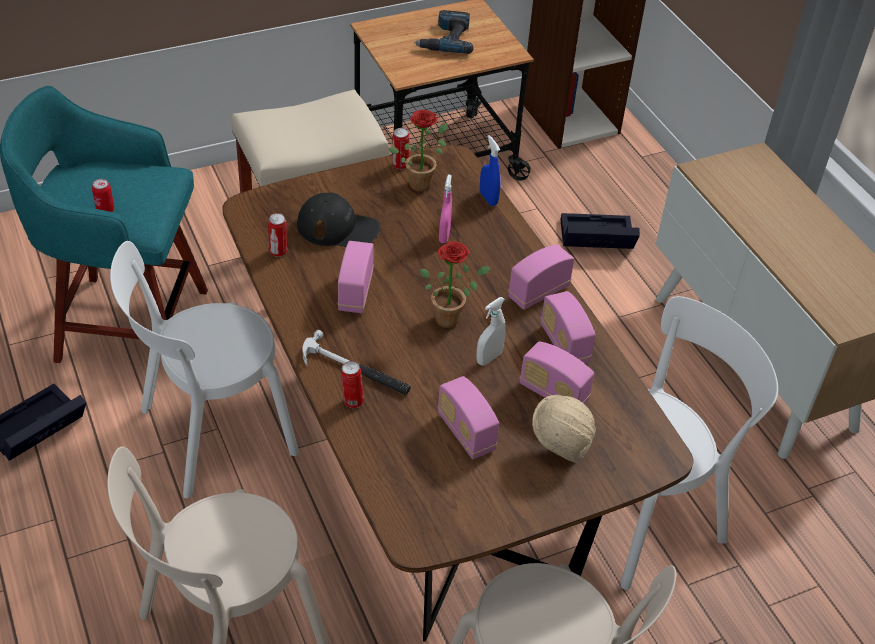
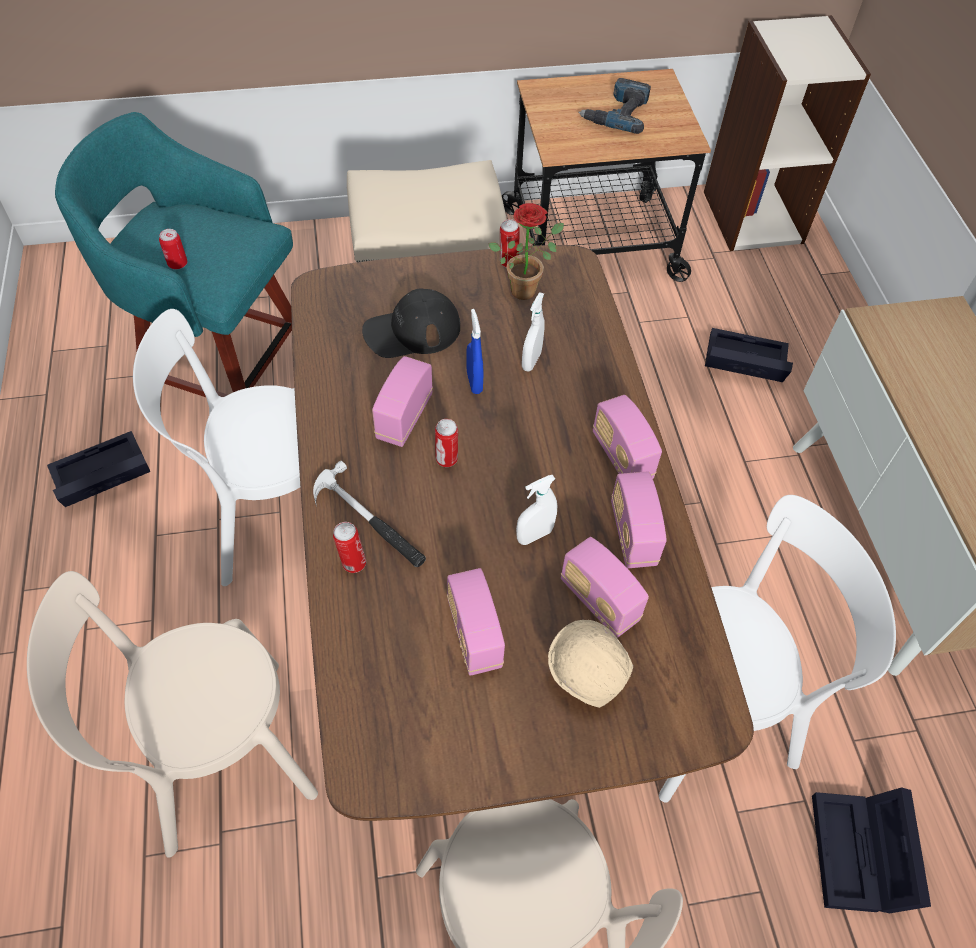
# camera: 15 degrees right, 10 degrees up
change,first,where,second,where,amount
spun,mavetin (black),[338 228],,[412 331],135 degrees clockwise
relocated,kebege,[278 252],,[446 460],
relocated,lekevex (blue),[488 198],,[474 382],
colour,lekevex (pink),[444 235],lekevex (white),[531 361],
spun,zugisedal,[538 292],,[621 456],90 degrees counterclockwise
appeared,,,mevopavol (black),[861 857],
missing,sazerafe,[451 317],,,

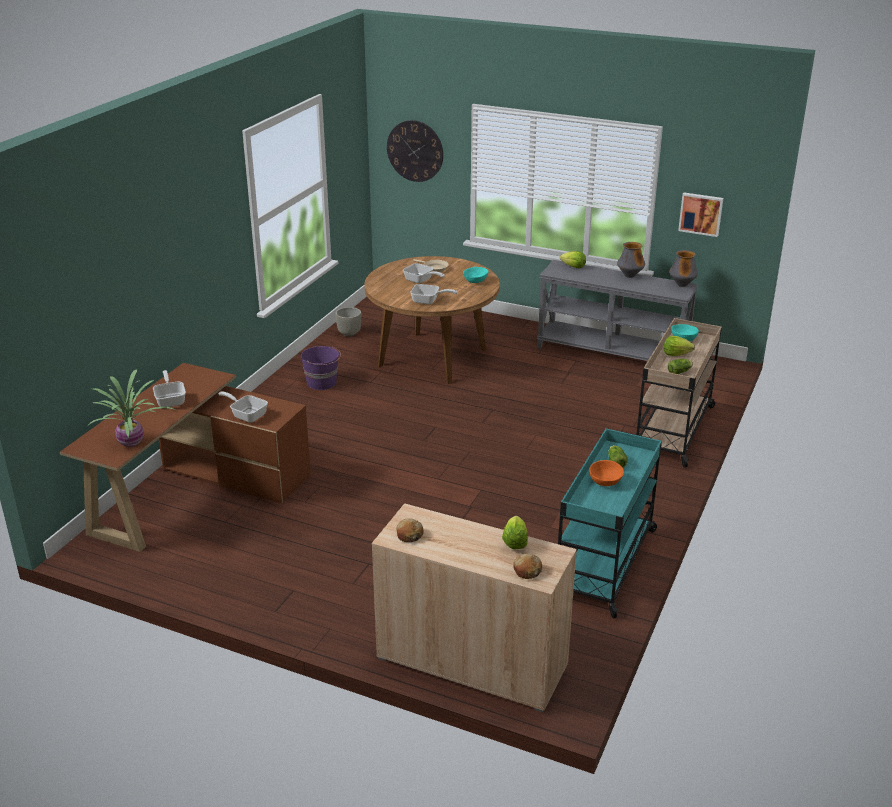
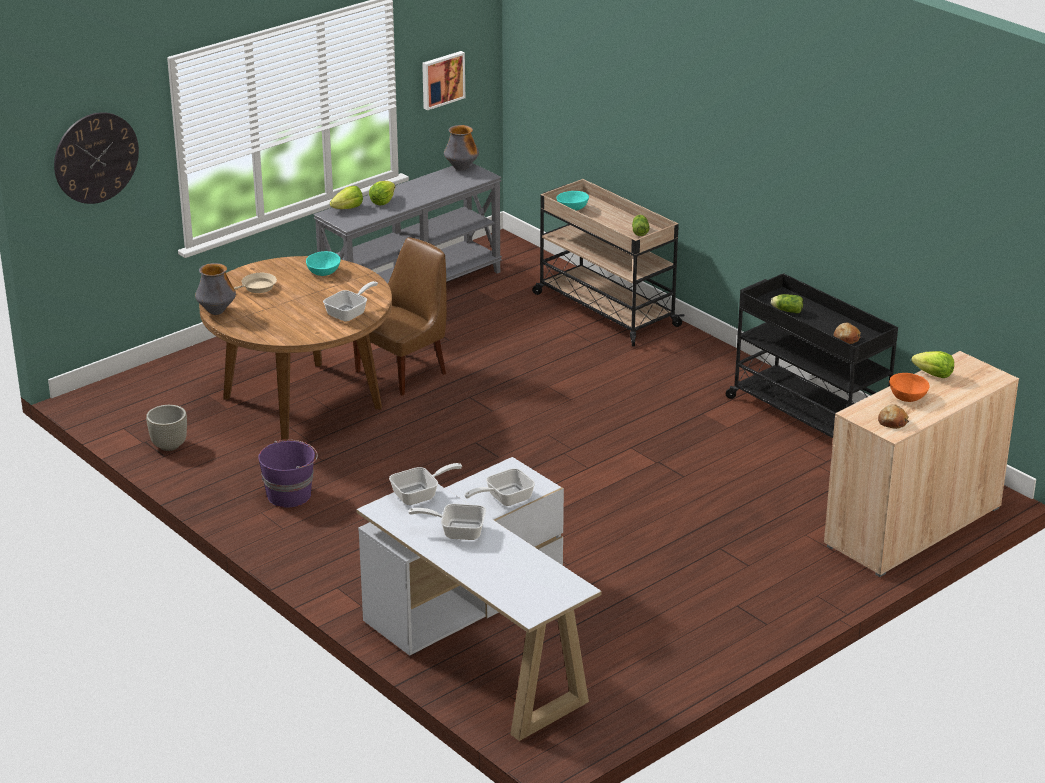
# camera: 65 degrees left, 0 degrees up
change,first,where,second,where,amount
relocated,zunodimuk,[630 276],,[216 311],
appeared,,,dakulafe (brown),[404 371],
colour,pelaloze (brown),[195 491],pelaloze (white),[482 640],
relocated,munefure,[676 354],,[383 201],
relocated,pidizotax,[421 281],,[420 495],
colour,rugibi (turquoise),[605 563],rugibi (black),[807 416],
relocated,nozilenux,[527 570],,[846 338],
relocated,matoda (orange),[605 481],,[907 397],
missing,sazerafe,[132 443],,,

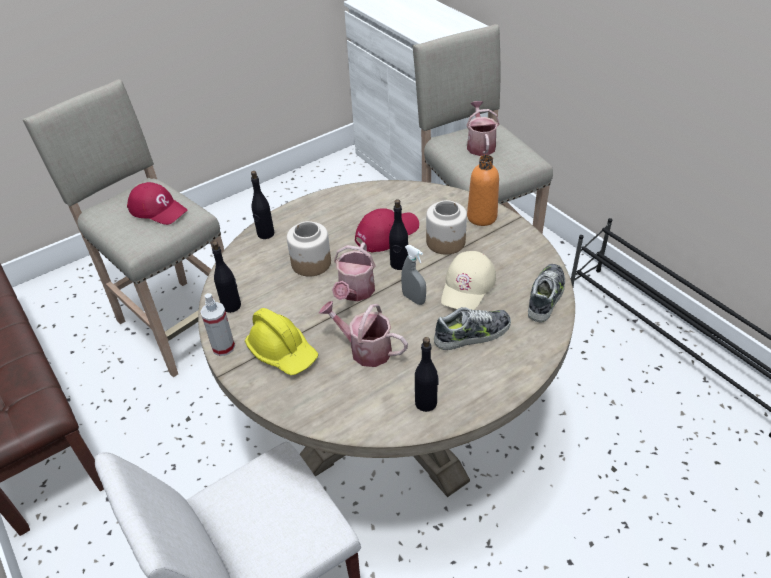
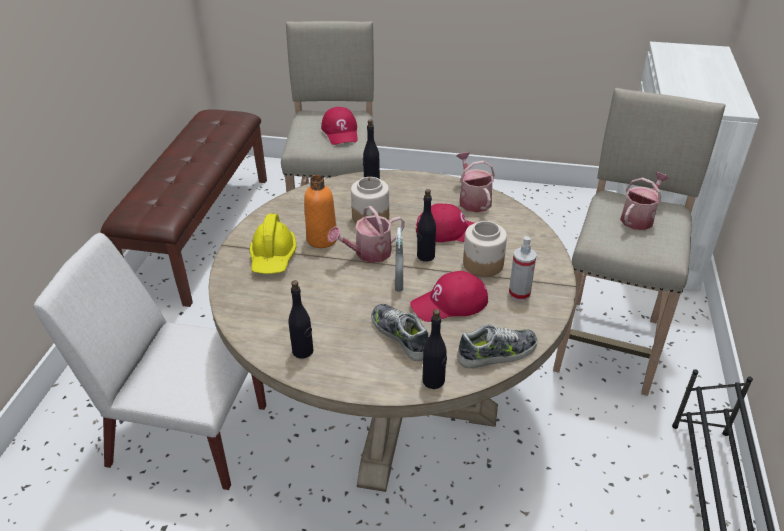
# camera: 45 degrees right, 5 degrees down
change,first,where,second,where,amount
relocated,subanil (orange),[482 217],,[322 239],
spun,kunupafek,[473 334],,[401 336],150 degrees counterclockwise
colour,mavetin (beige),[468 286],mavetin (red),[449 303],
relocated,subanil (black),[231 306],,[433 381],
relocated,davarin,[365 349],,[473 200],
relocated,lekevex,[223 347],,[519 293],

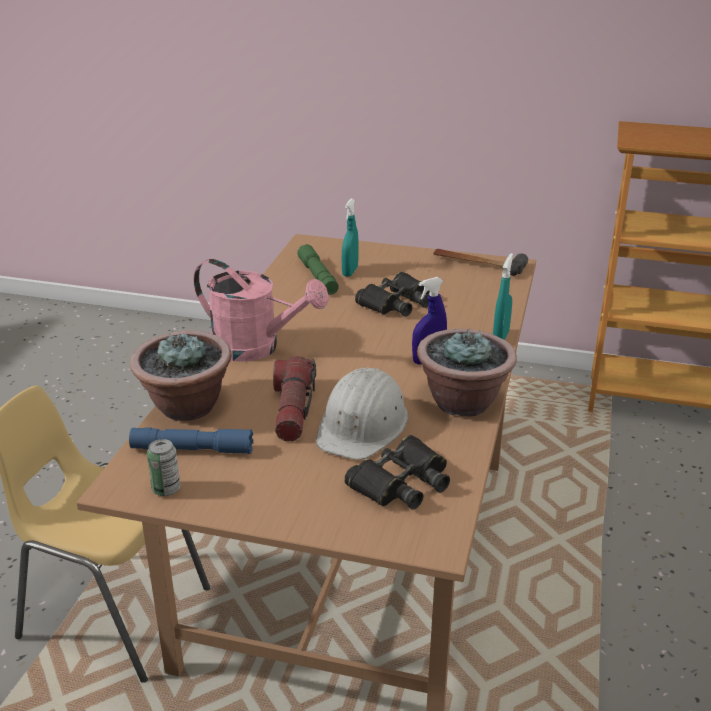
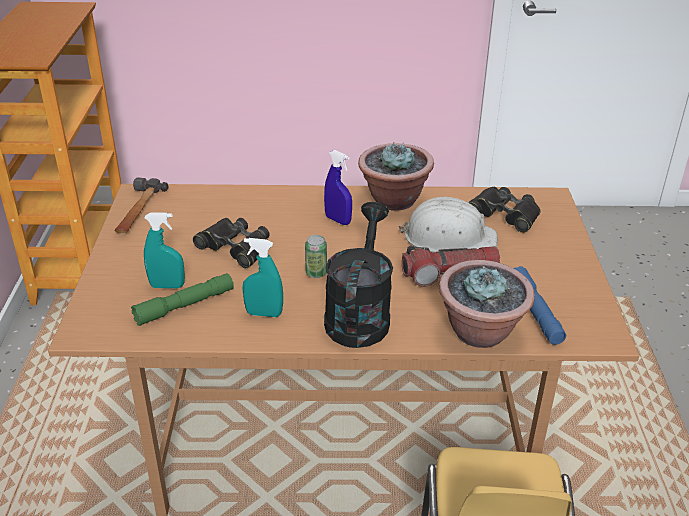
# camera: 105 degrees left, 5 degrees up
change,first,where,second,where,amount
relocated,lekevex (turquoise),[500 337],,[264 314],
relocated,kebege,[166 489],,[316 273],
colour,davarin (pink),[256 348],davarin (black),[359 315],

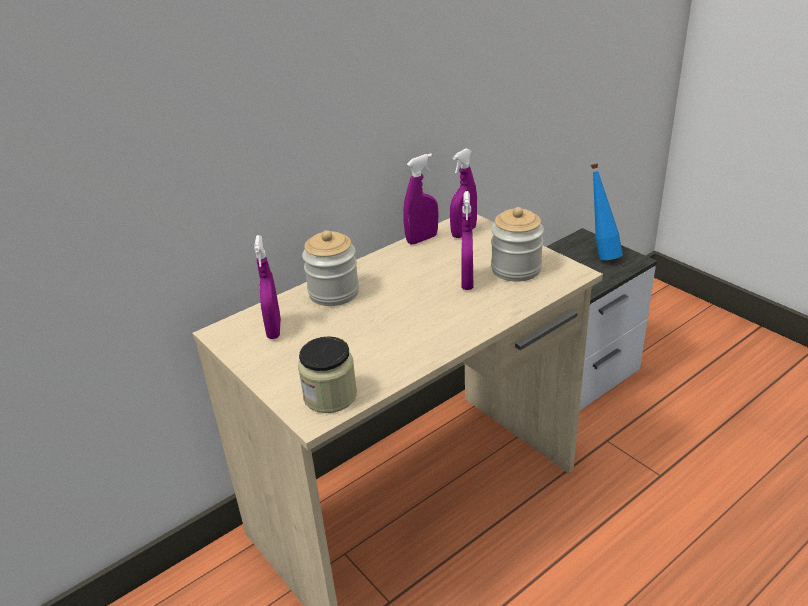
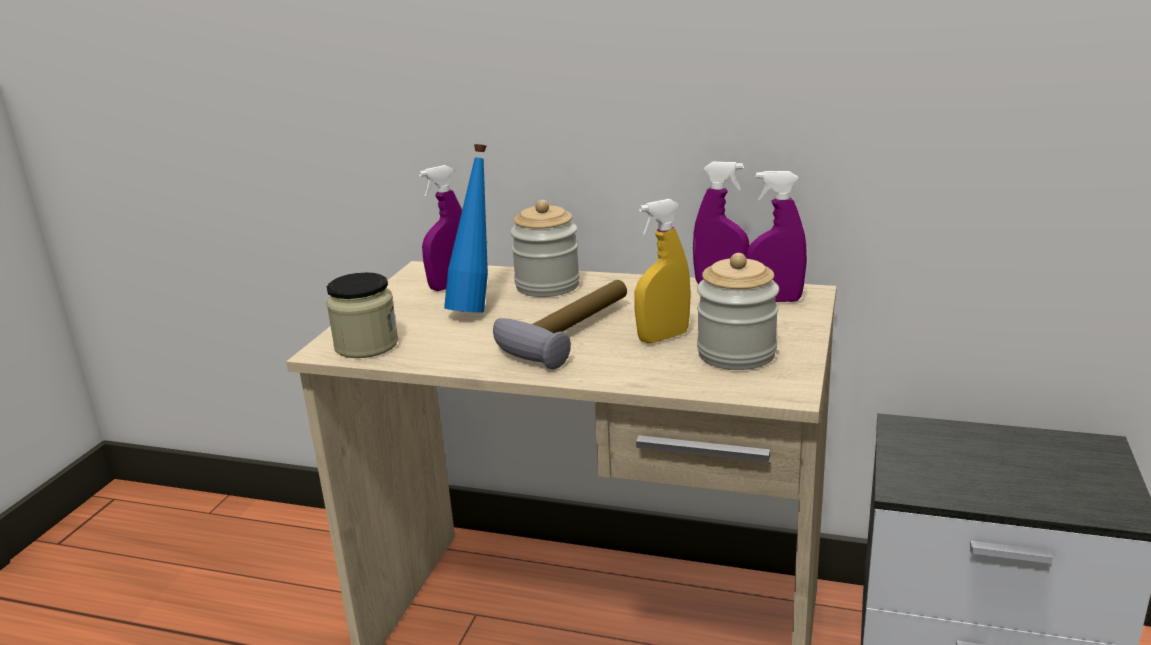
# camera: 55 degrees right, 10 degrees down
change,first,where,second,where,amount
relocated,subanil (blue),[601 254],,[476 307],
appeared,,,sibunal,[565 331],
colour,lekevex (purple),[467 282],lekevex (yellow),[663 337],

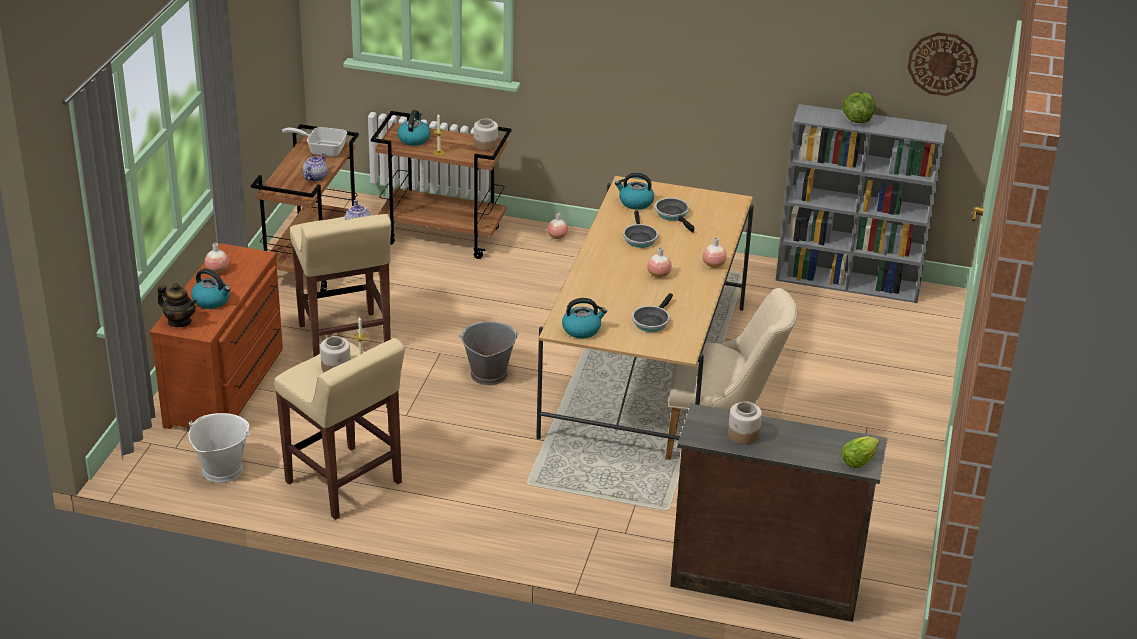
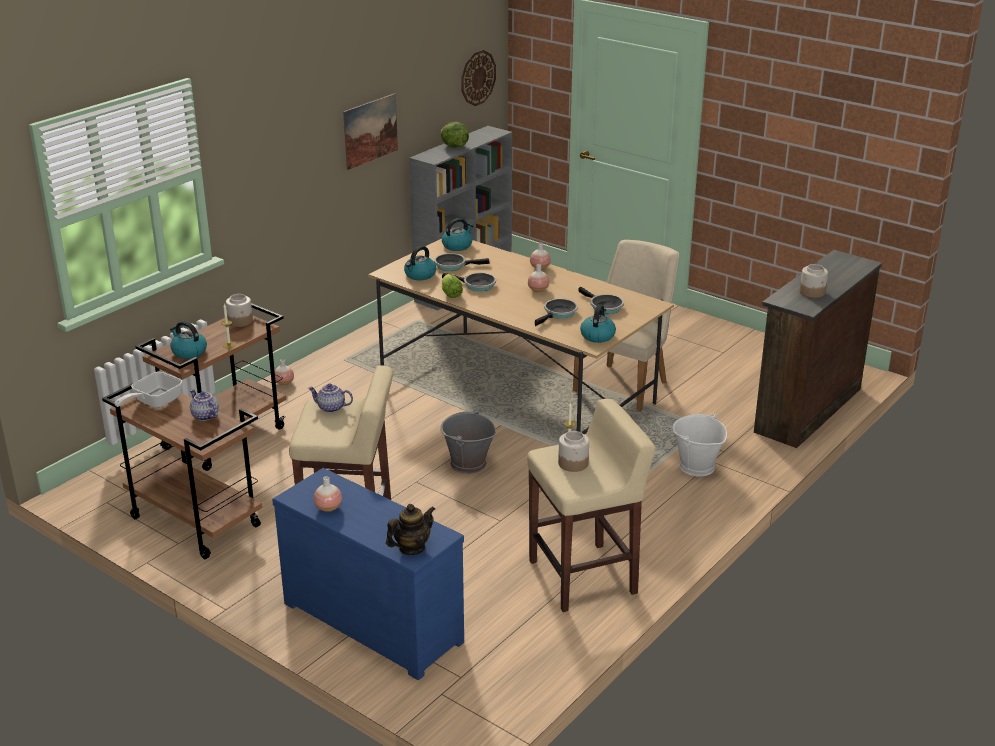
# camera: 65 degrees left, 5 degrees down
change,first,where,second,where,amount
colour,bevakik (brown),[228 386],bevakik (blue),[375 619],
appeared,,,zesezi,[370 131],
relocated,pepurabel,[212 300],,[457 246],
relocated,munefure,[860 460],,[450 294],
appeared,,,pidizotax,[559 314],
relocated,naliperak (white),[222 469],,[696 466],

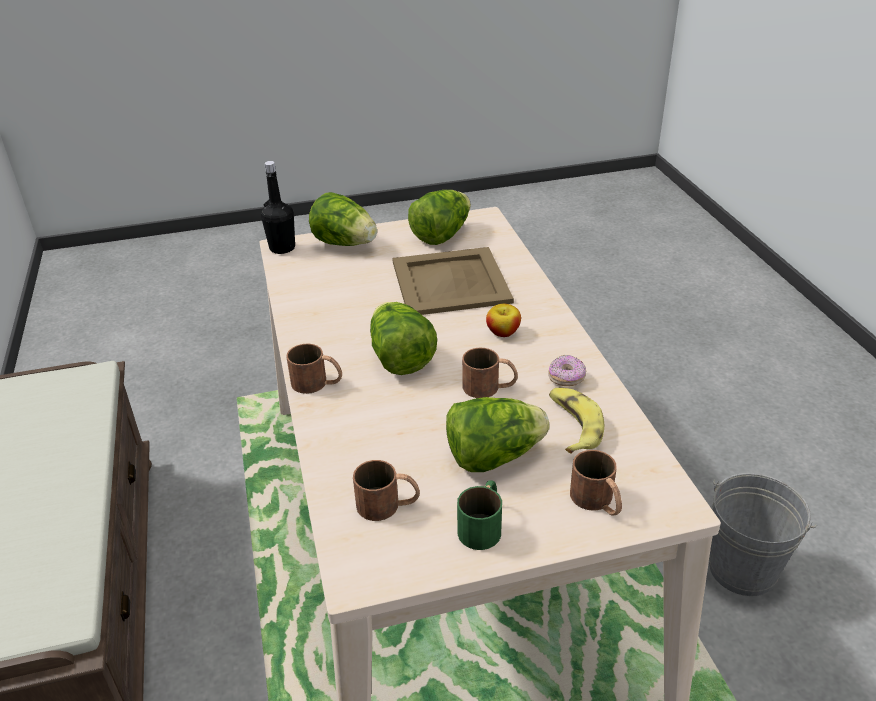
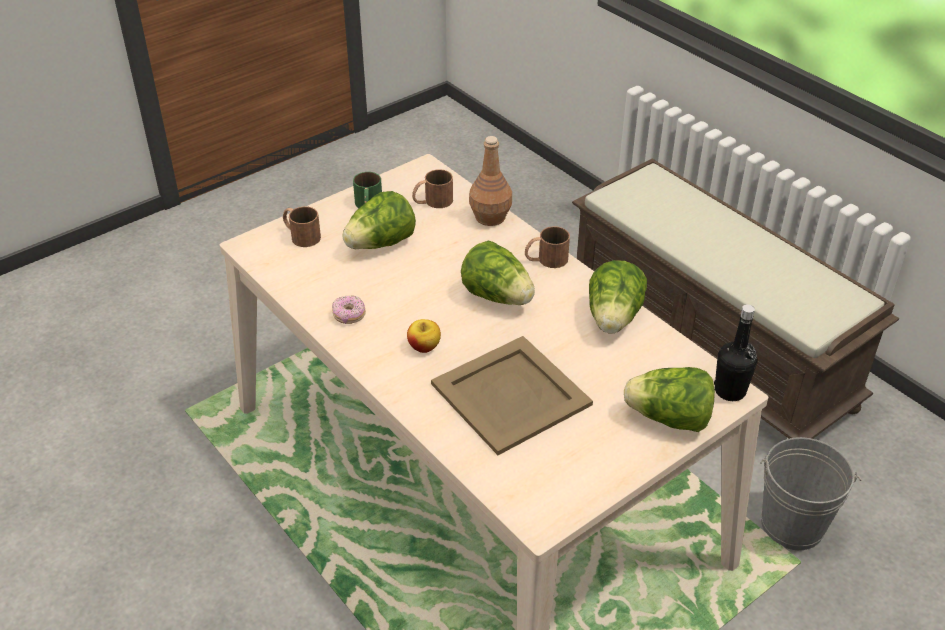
# camera: 155 degrees right, 5 degrees up
change,first,where,second,where,amount
appeared,,,subanil (brown),[489 217],
relocated,munefure,[441 235],,[614 319],
relocated,naliperak (grey),[742 569],,[792 525],
missing,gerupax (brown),[489 387],,,
missing,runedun,[572 425],,,

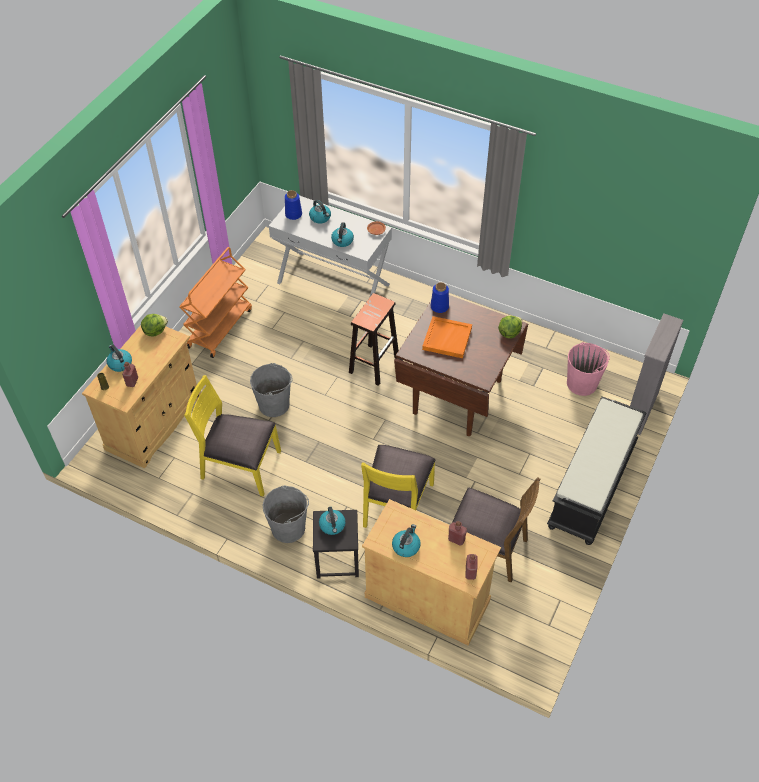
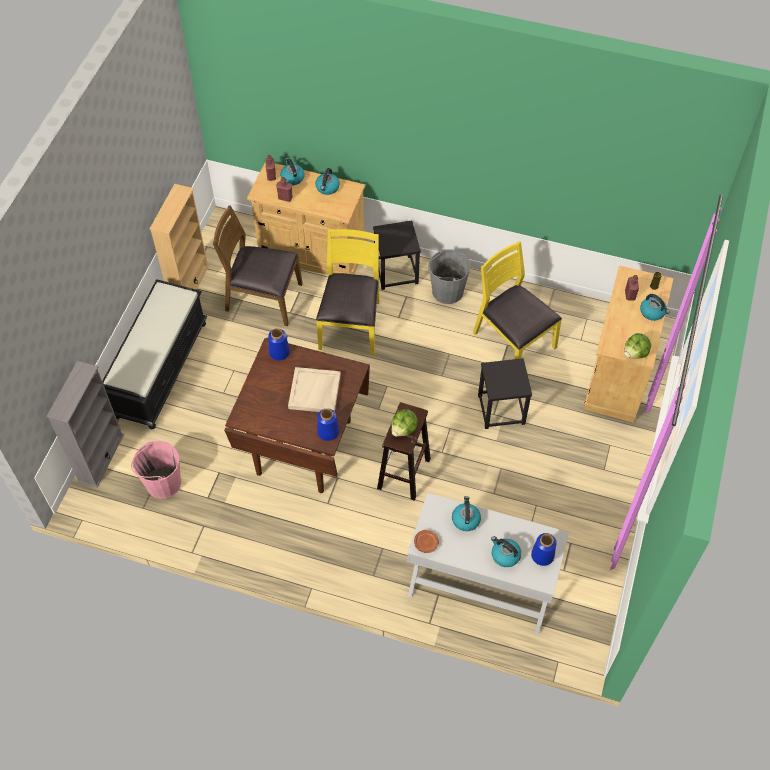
# camera: 170 degrees right, 5 degrees up
change,first,where,second,where,amount
appeared,,,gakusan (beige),[189 284],
appeared,,,zunodimuk (blue),[279 352],
relocated,pepurabel,[332 525],,[292 178],
colour,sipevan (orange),[447 338],sipevan (beige),[315 392],
relocated,munefure,[509 333],,[404 429],
spun,dakulafe (yellow),[240 466],,[513 340],135 degrees counterclockwise
exchanged,naliperak (grey),[274 404],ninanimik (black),[500 409],
missing,rugibi (orange),[220 327],,,

